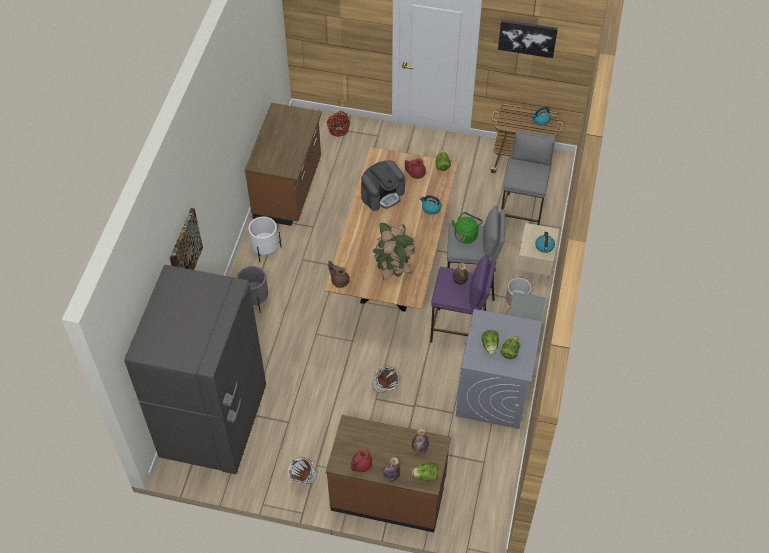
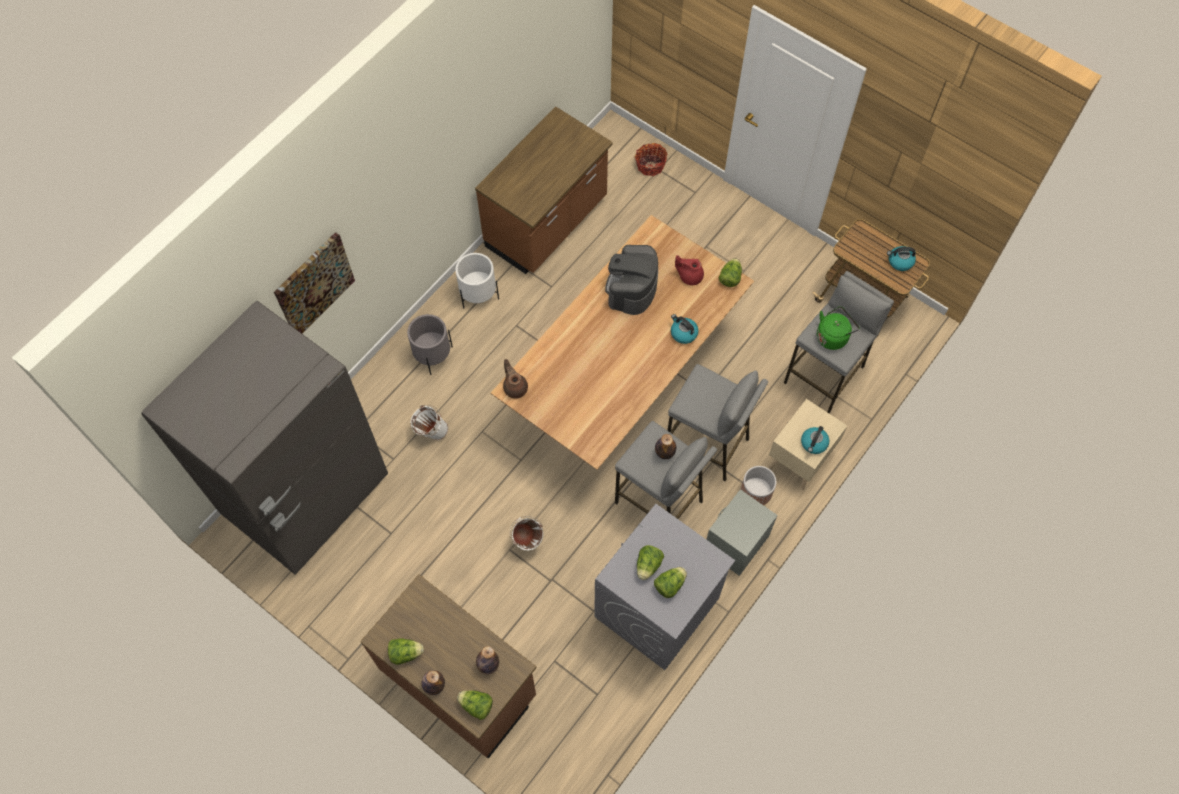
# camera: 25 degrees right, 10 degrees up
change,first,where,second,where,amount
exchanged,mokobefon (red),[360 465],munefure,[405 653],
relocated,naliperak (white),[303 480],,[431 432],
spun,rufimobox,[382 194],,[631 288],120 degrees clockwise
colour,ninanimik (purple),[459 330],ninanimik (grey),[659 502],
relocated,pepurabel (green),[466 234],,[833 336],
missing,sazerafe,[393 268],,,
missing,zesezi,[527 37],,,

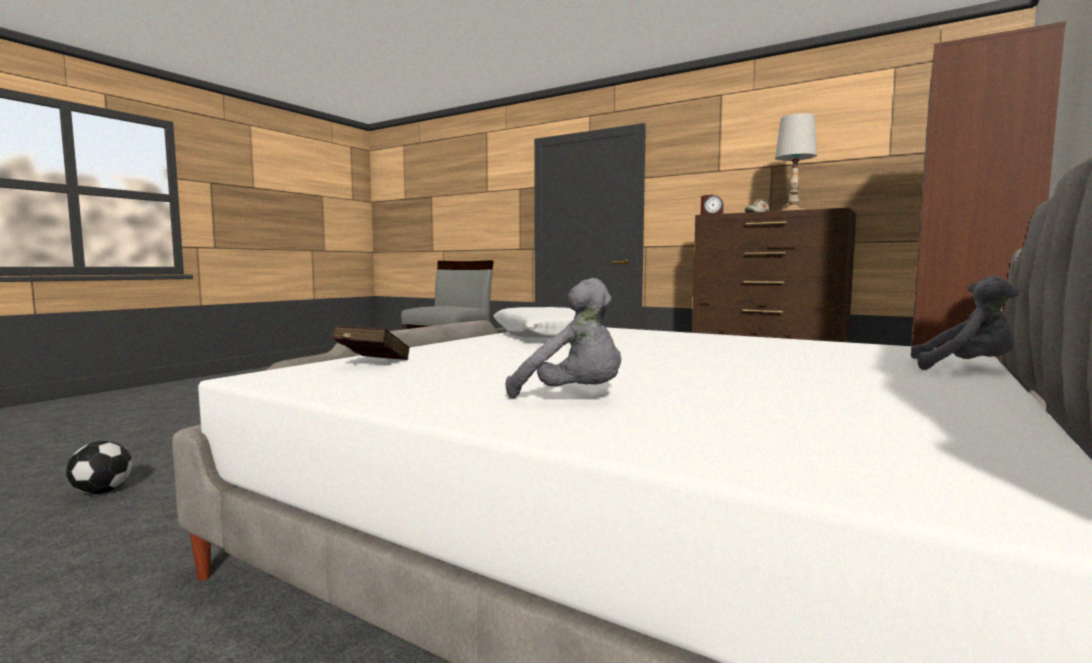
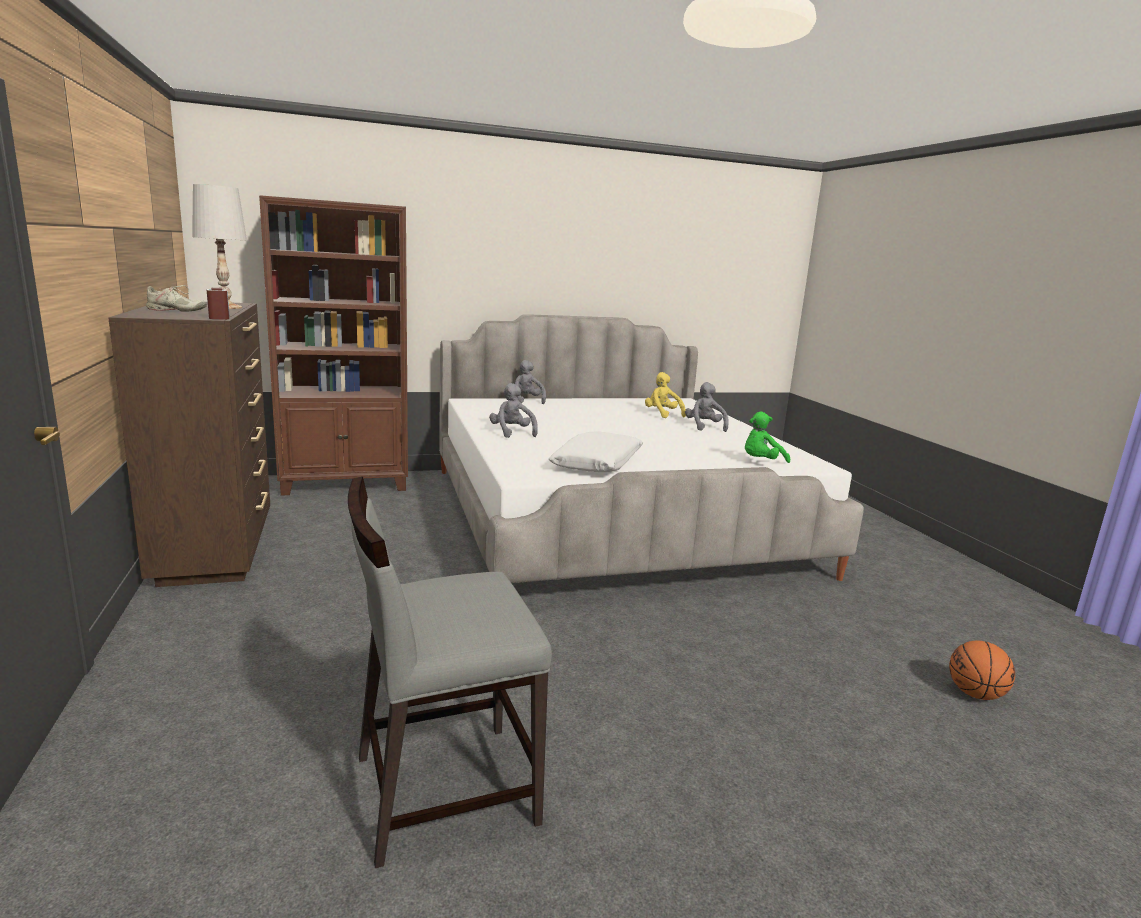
# camera: 140 degrees left, 10 degrees up
change,first,where,second,where,amount
appeared,,,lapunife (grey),[512 433],
appeared,,,lapunife (yellow),[662 414],
exchanged,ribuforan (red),[370 365],lapunife (green),[761 462],
exchanged,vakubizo,[101 492],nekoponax,[975 694],

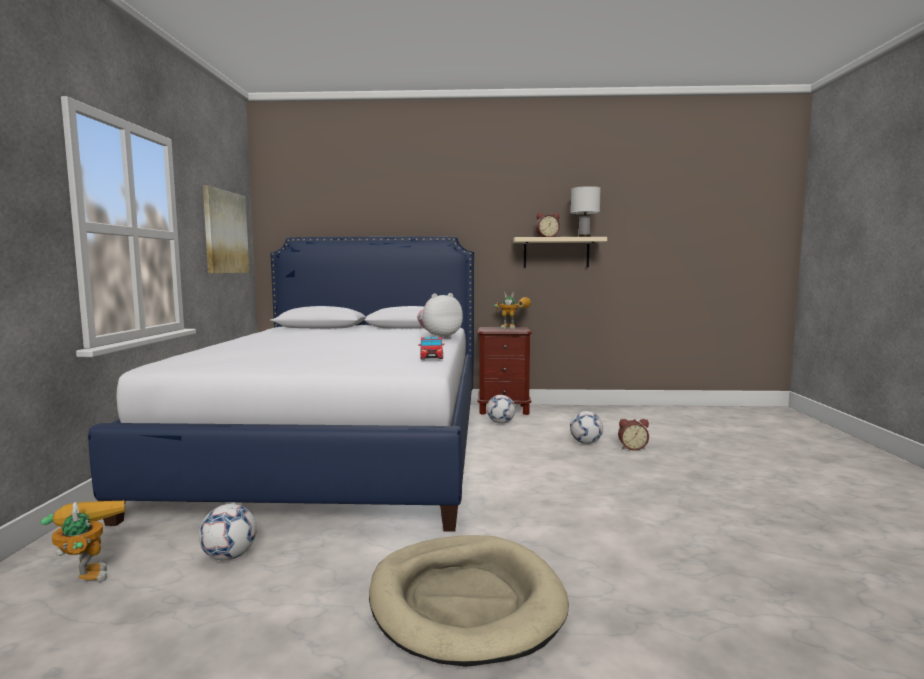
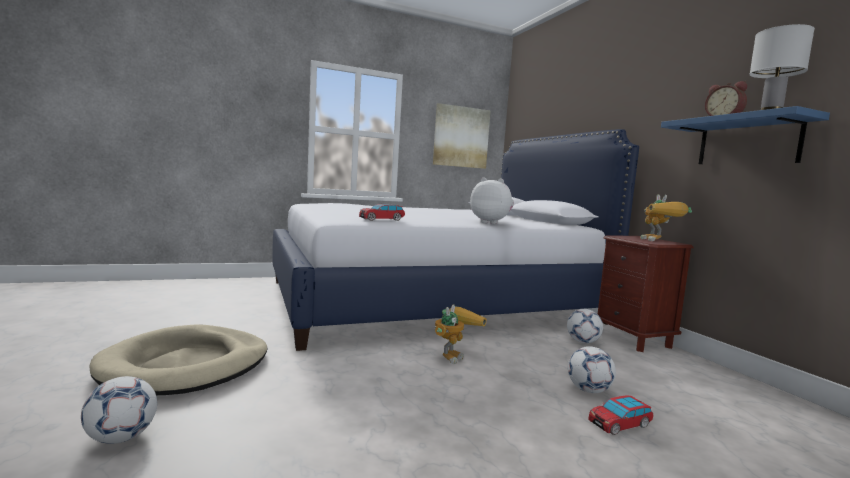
# camera: 65 degrees right, 0 degrees up
change,first,where,second,where,amount
relocated,vakubizo,[229 556],,[121 438],
relocated,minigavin,[86 572],,[453 355],
exchanged,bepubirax,[632 448],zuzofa,[619 424],
colour,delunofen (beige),[556 253],delunofen (blue),[748 142],

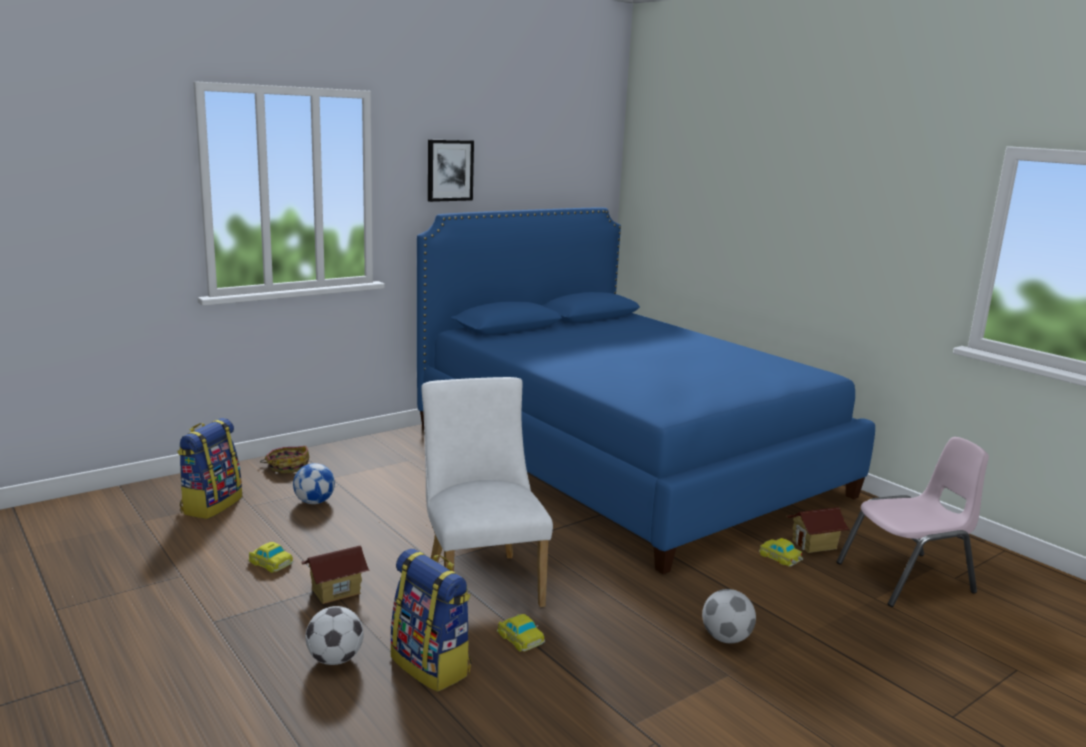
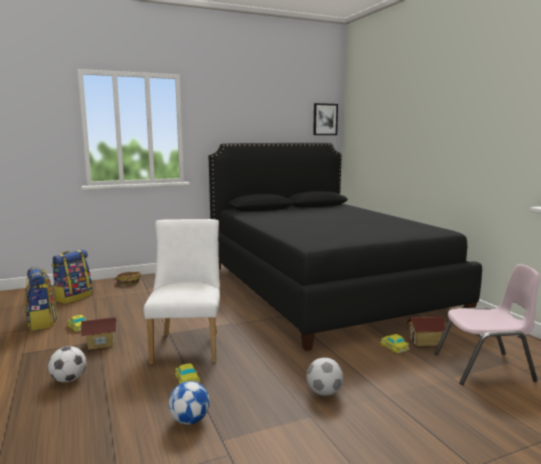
# camera: 15 degrees right, 5 degrees down
change,first,where,second,where,amount
relocated,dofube,[432 665],,[42 322],
relocated,vakubizo,[314 502],,[190 420],
colour,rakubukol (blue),[624 460],rakubukol (black),[323 288],
relocated,zesezi,[449 170],,[325 119],

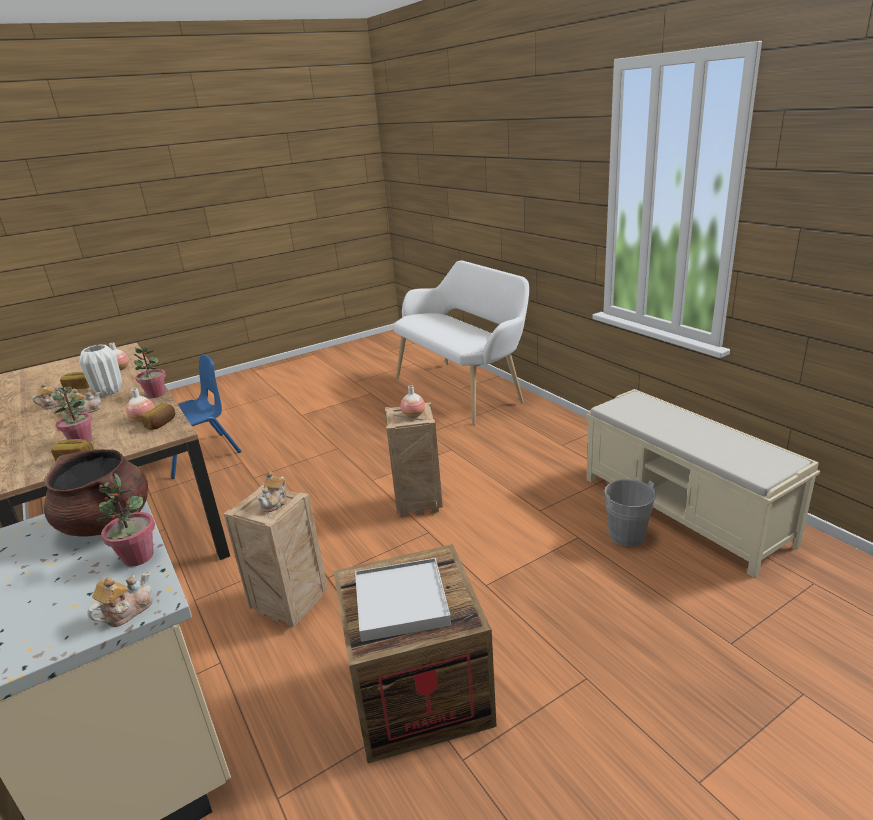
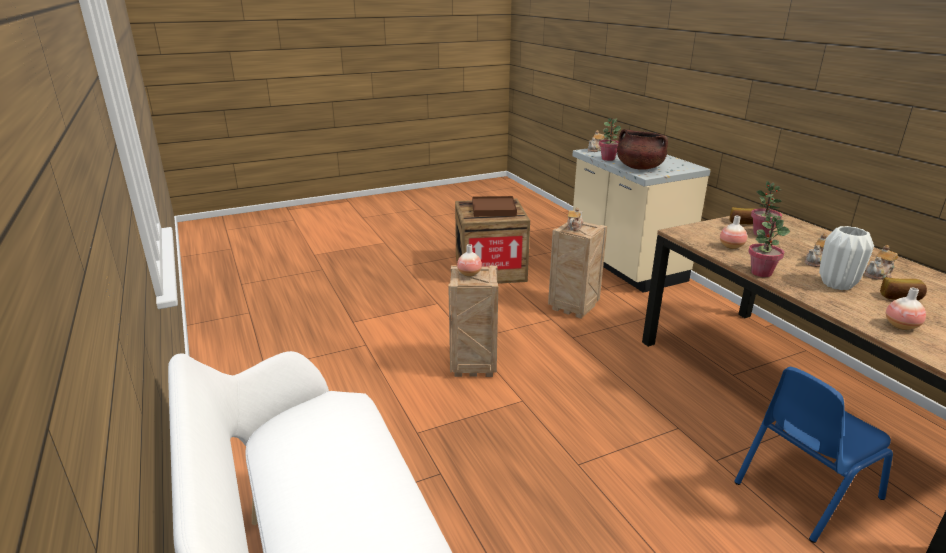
# camera: 175 degrees left, 0 degrees up
change,first,where,second,where,amount
colour,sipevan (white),[401 602],sipevan (brown),[494 209],
missing,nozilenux,[161 424],,,
missing,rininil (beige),[684 510],,,
missing,naliperak (grey),[624 533],,,

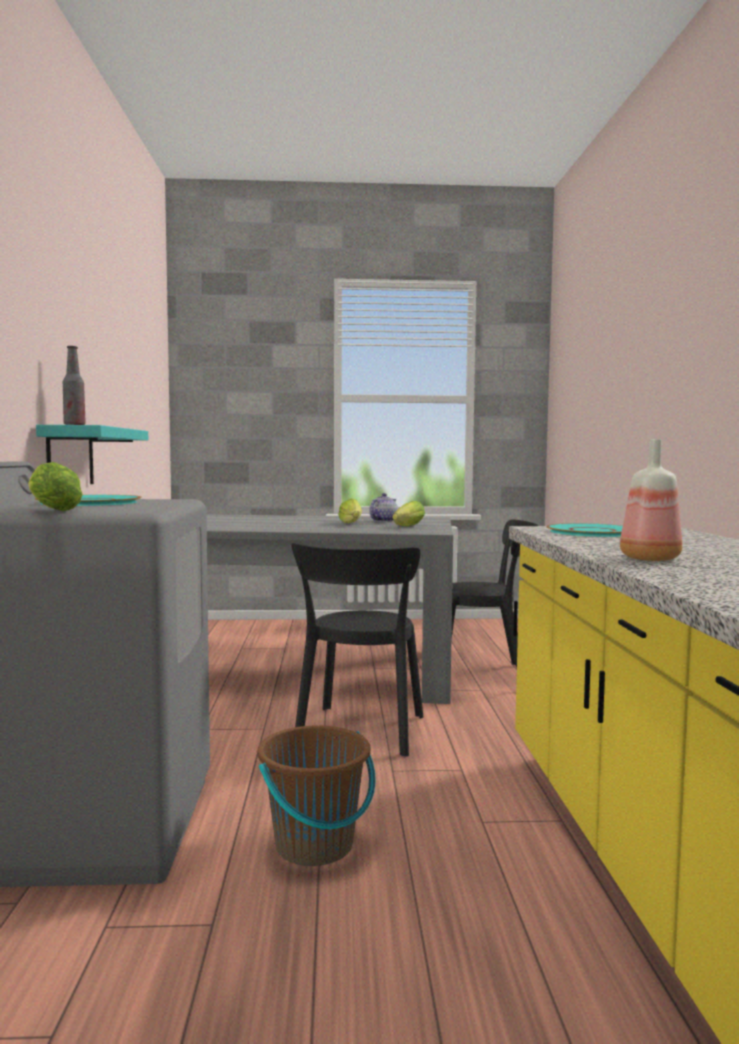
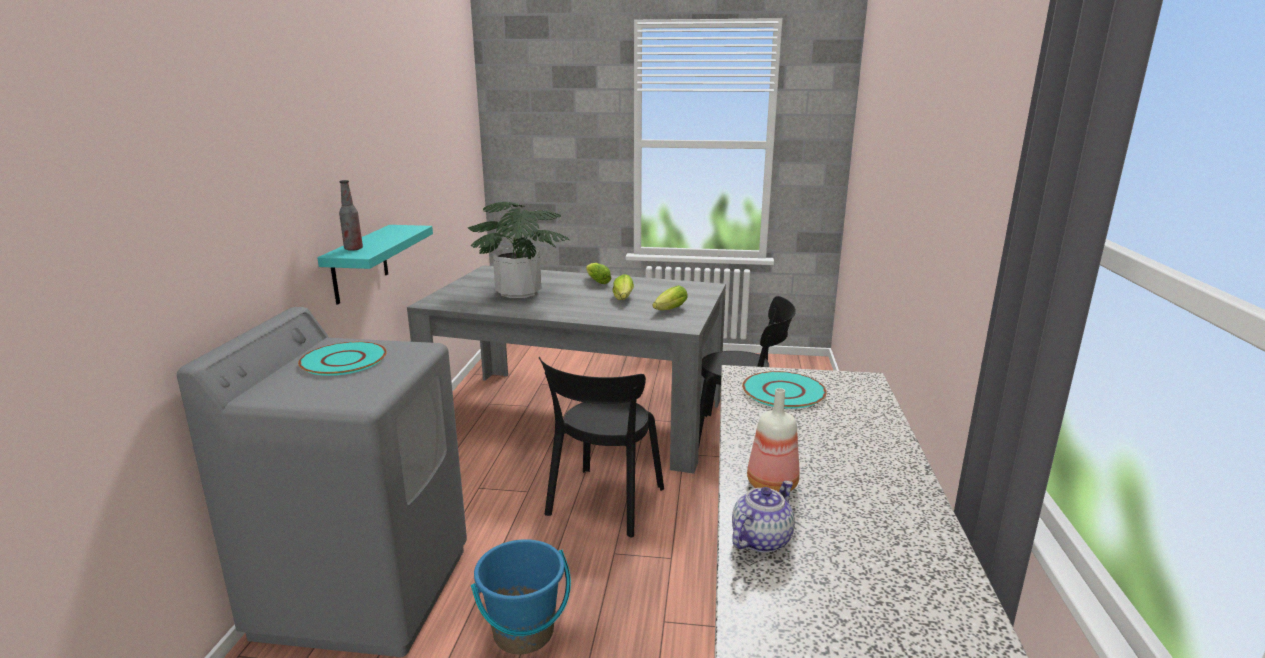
# camera: 10 degrees right, 15 degrees up
change,first,where,second,where,amount
appeared,,,sazerafe,[518 293],
colour,naliperak (brown),[314 846],naliperak (blue),[524 633],
relocated,munefure,[51 510],,[596 281],
relocated,mokobefon,[383 521],,[761 539],

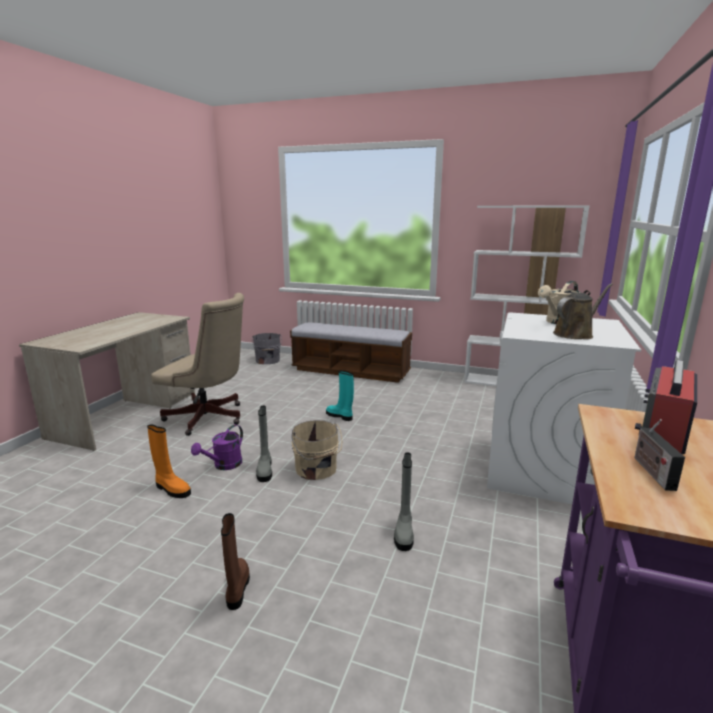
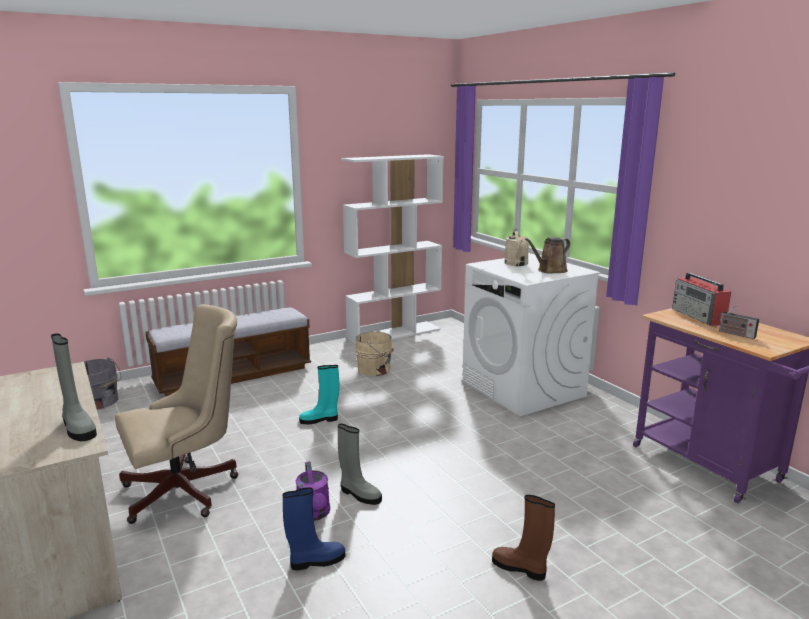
# camera: 50 degrees left, 0 degrees up
change,first,where,second,where,amount
relocated,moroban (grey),[404 532],,[78 428],
colour,moroban (orange),[171 489],moroban (blue),[316 561],
relocated,naliperak (beige),[316 470],,[375 369],
spun,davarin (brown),[575 334],,[550 271],135 degrees counterclockwise

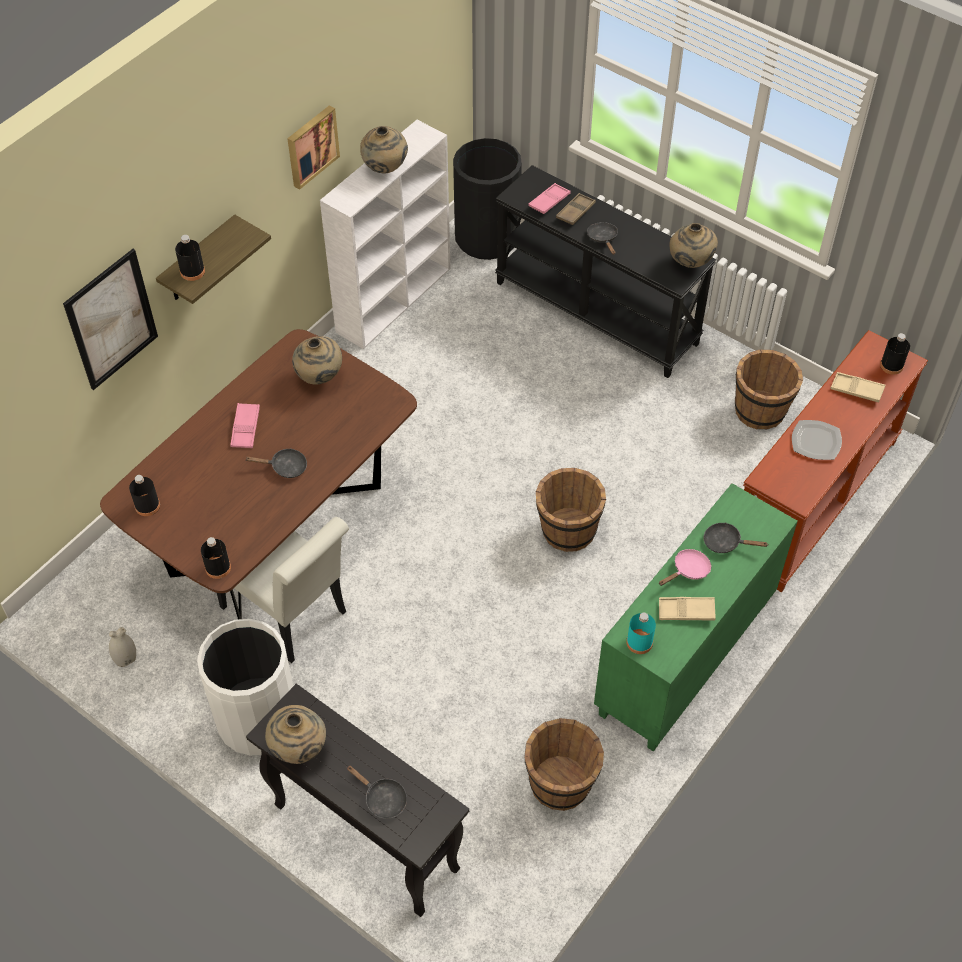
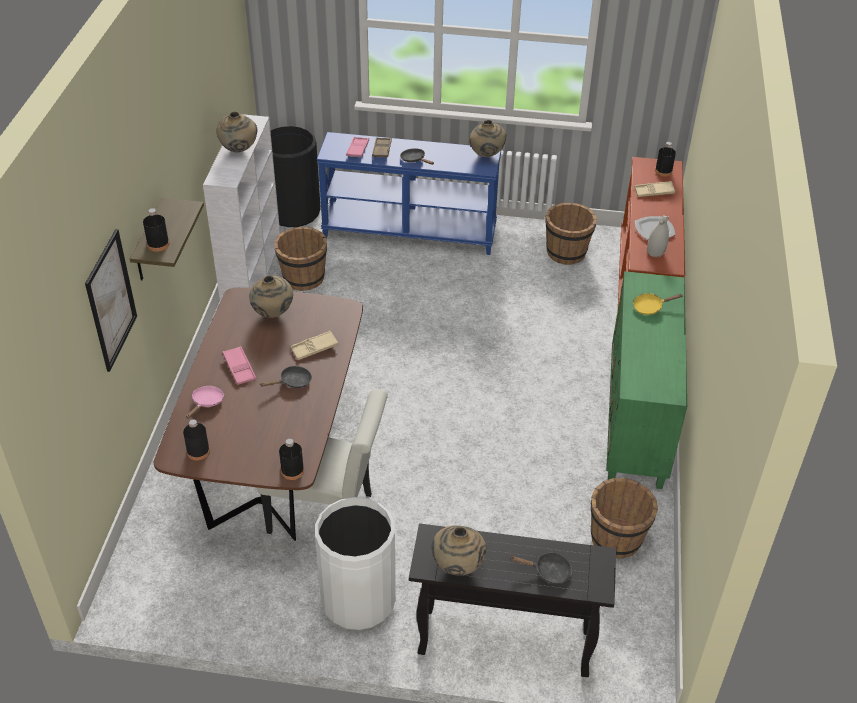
# camera: 30 degrees left, 10 degrees down
change,first,where,second,where,amount
relocated,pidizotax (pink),[688 570],,[206 402],
relocated,naliperak (brown),[567 530],,[303 278],
relocated,sipevan (beige),[686 611],,[314 348],
colour,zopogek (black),[597 312],zopogek (blue),[410 232],
colour,pidizotax (black),[725 542],pidizotax (yellow),[650 307],
relocated,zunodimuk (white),[125 658],,[656 252],
missing,zesezi,[311 146],,,
missing,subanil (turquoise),[639 642],,,

